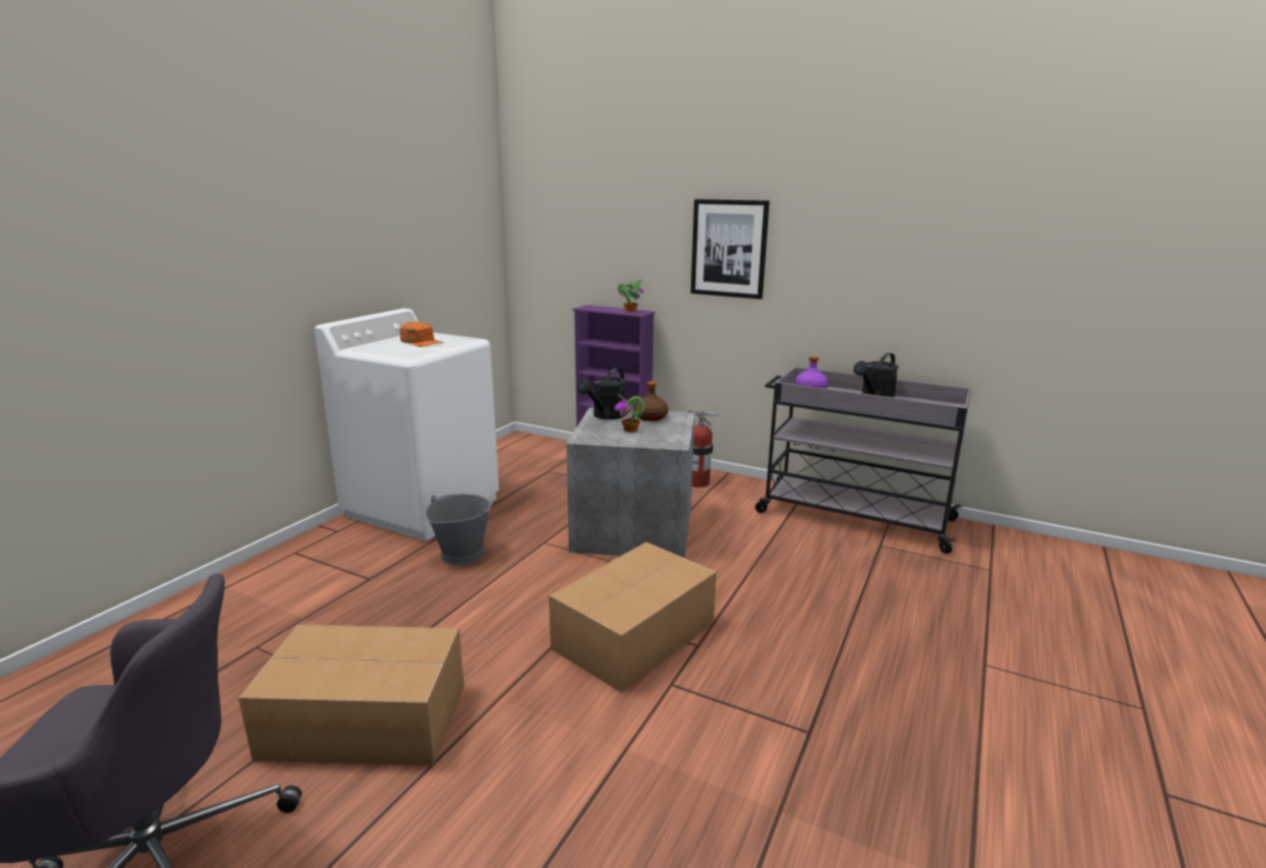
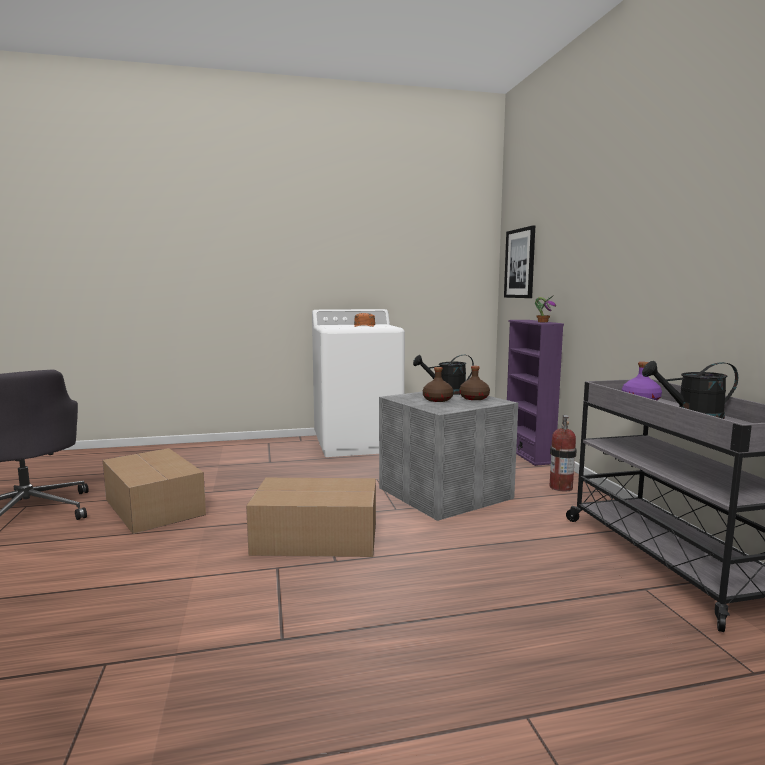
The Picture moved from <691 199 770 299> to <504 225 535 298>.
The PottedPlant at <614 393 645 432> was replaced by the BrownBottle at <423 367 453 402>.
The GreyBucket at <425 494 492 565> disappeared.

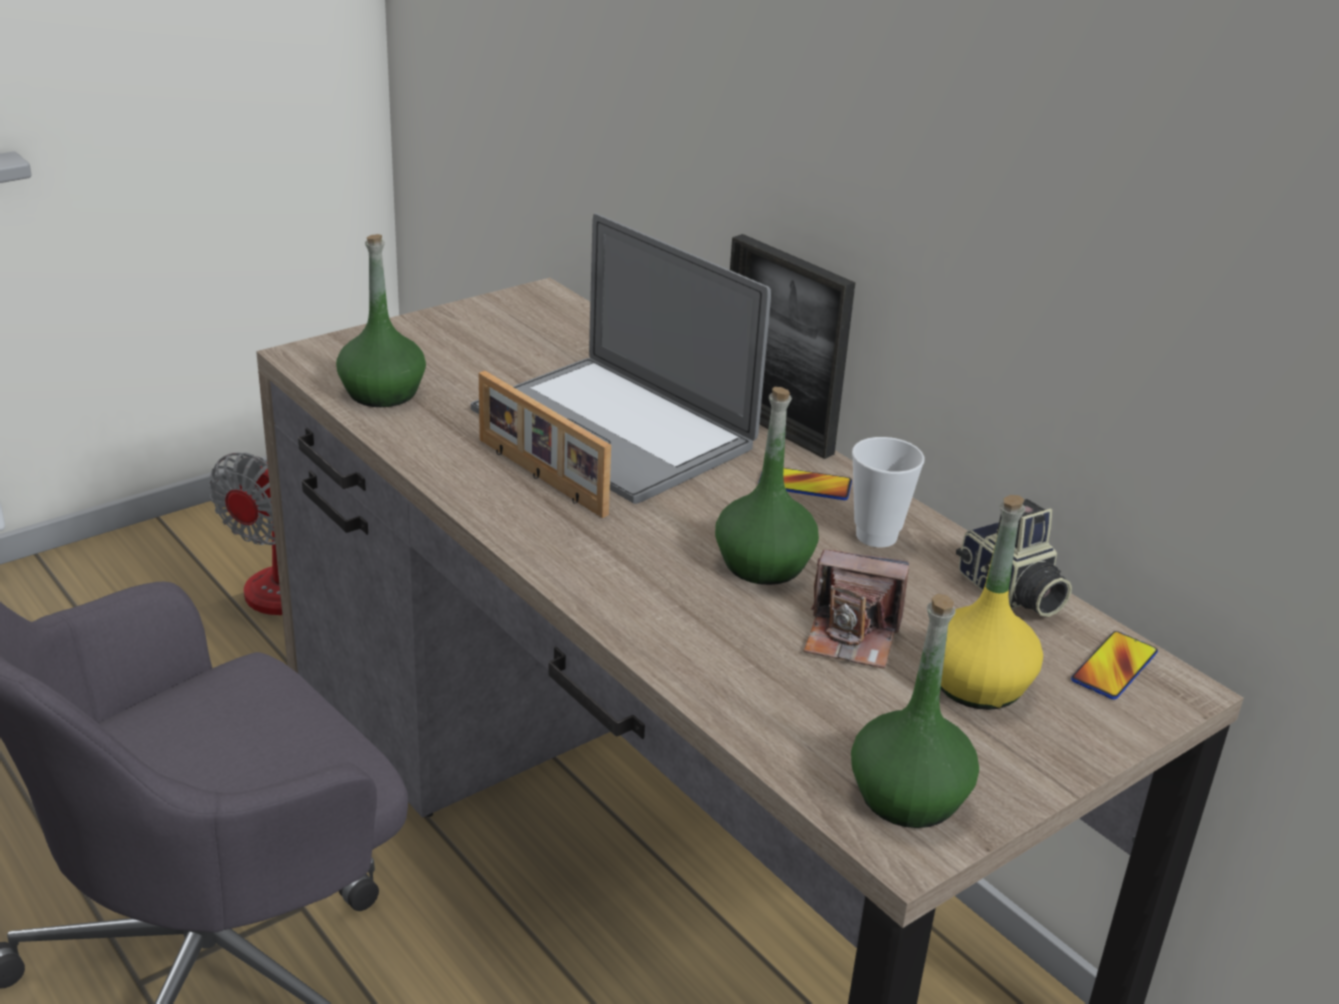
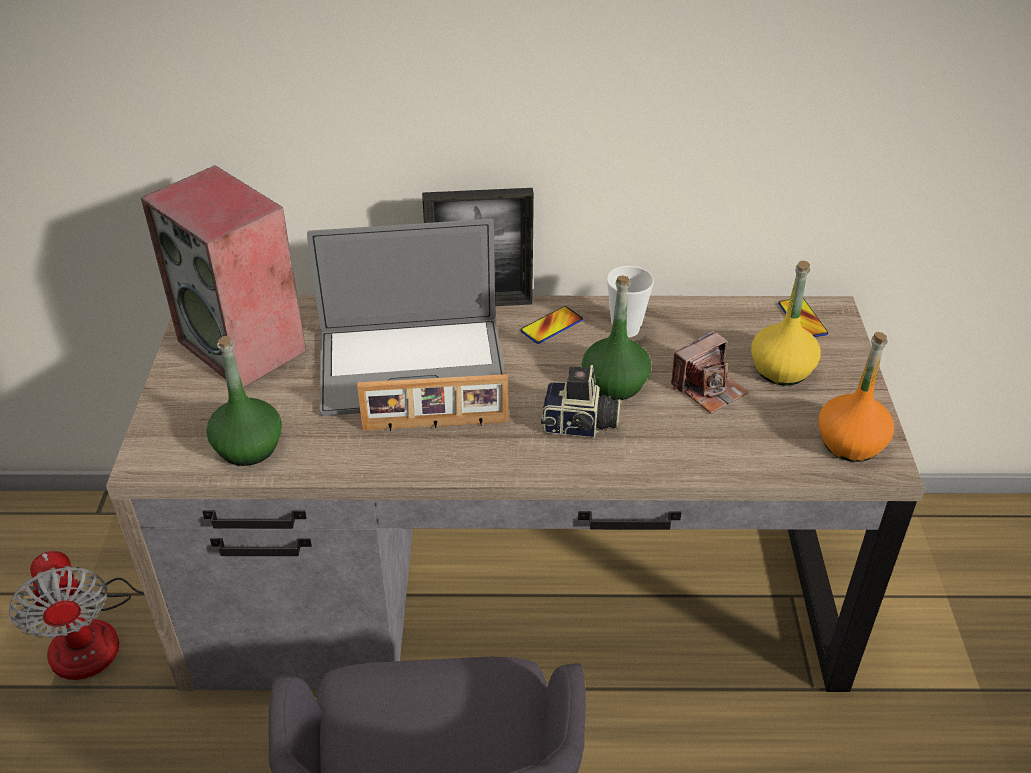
The PhotoCamera moved from <956 499 1072 617> to <541 365 621 438>.
The GreenBottle at <851 594 979 828> became the OrangeBottle at <819 332 894 462>.
The Speaker at <141 165 306 388> appeared.

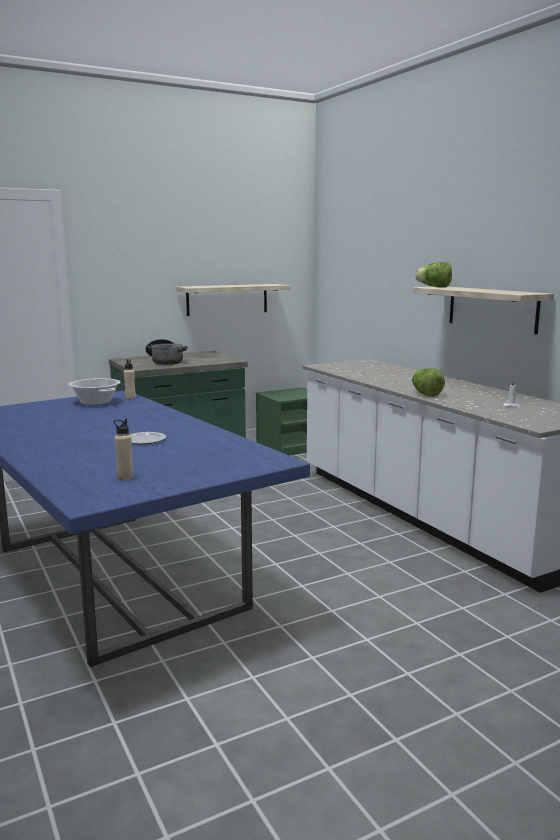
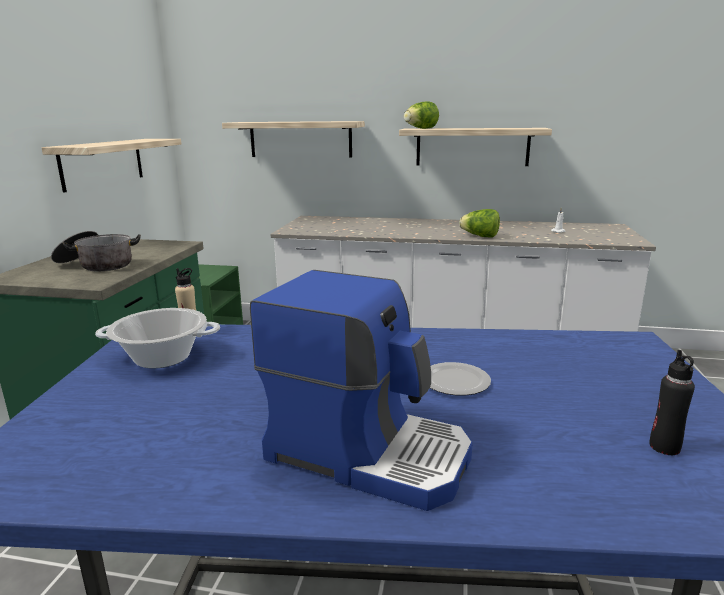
The BeigeBottle at <114 418 134 480> became the BlackBottle at <649 350 695 455>.
The Shelf at <222 121 365 158> appeared.
The CoffeeMachine at <250 270 472 511> appeared.

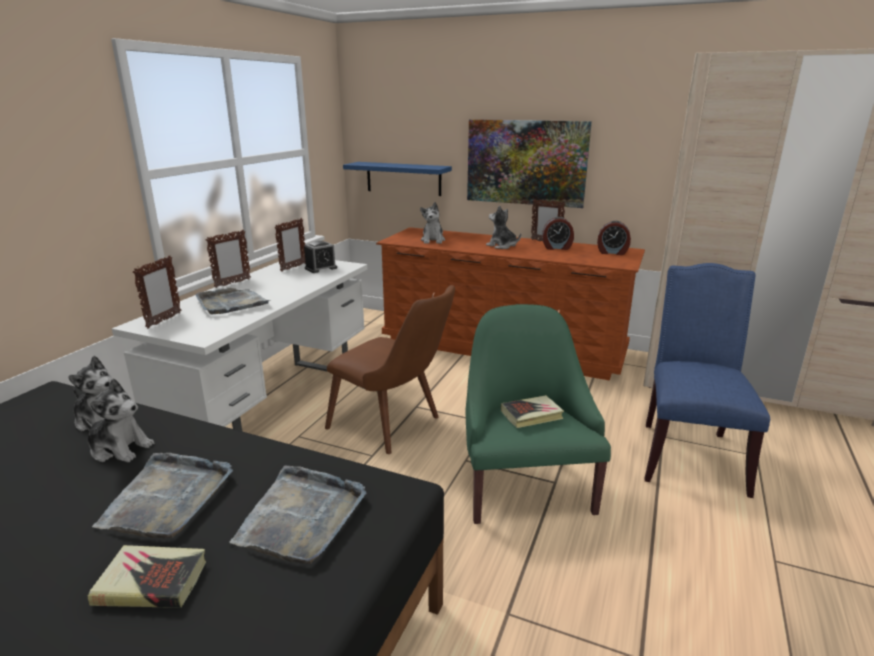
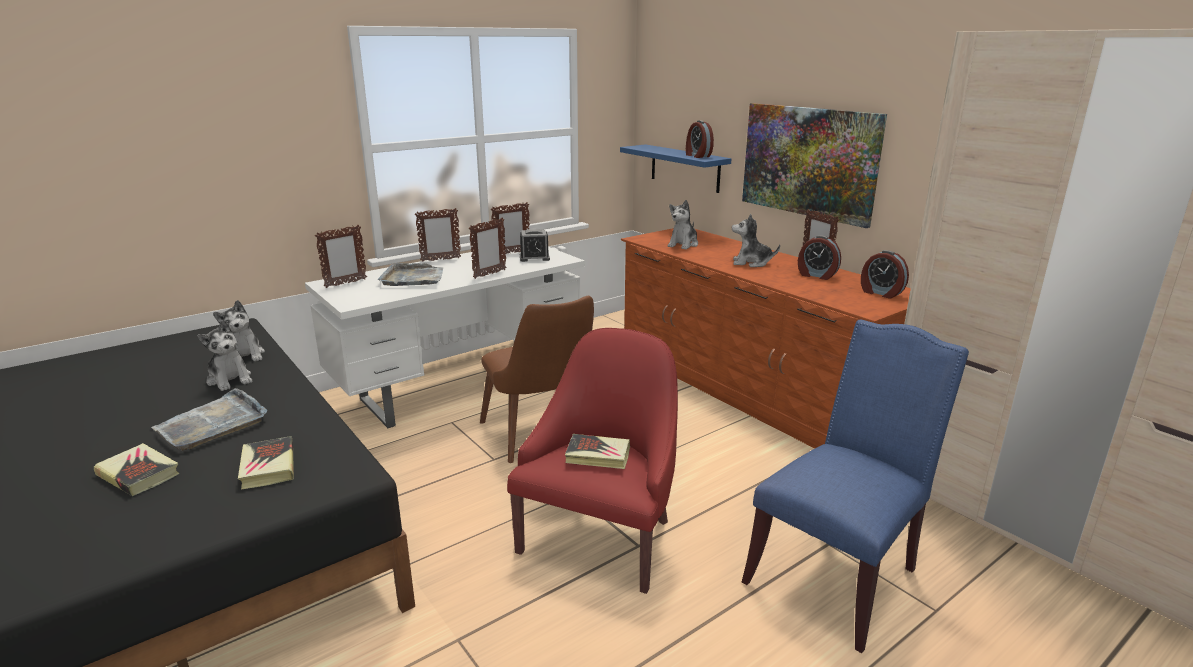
The PlushToy at <486 205 521 249> turned 60 degrees counterclockwise.
The GreenArmchair at <466 304 611 524> became the RedArmchair at <507 328 678 594>.
The GreyTray at <229 466 367 564> was replaced by the Book at <238 436 294 490>.
The AlarmClock at <686 120 714 158> appeared.
The PictureFrame at <469 217 507 279> appeared.

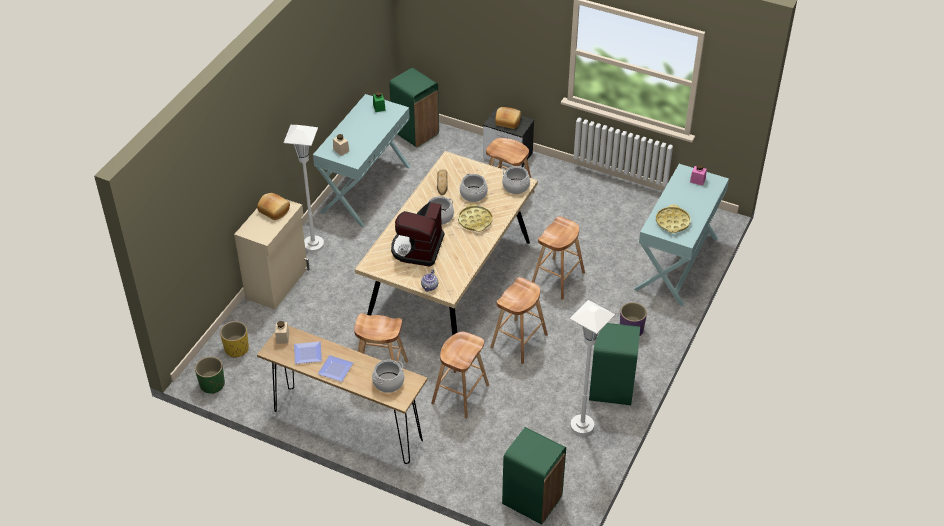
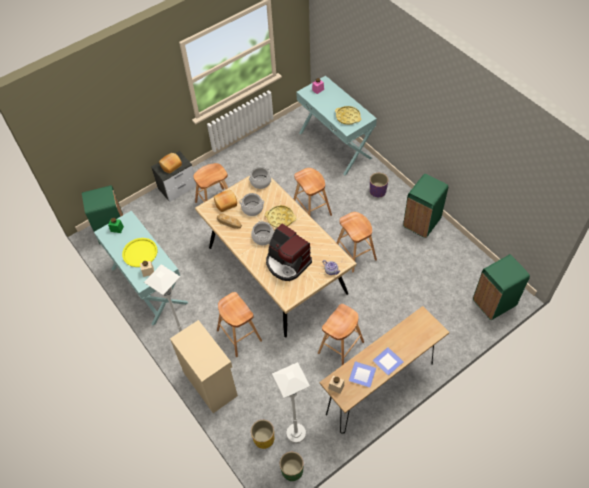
The Bread moved from <257 193 290 220> to <214 190 237 212>.
The WhiteFloorLamp moved from <570 300 615 436> to <272 362 310 443>.
The BrownStool moved from <431 332 489 418> to <217 292 262 357>.
The CookingPot at <372 360 404 393> disappeared.
The YellowTray at <122 238 157 267> appeared.

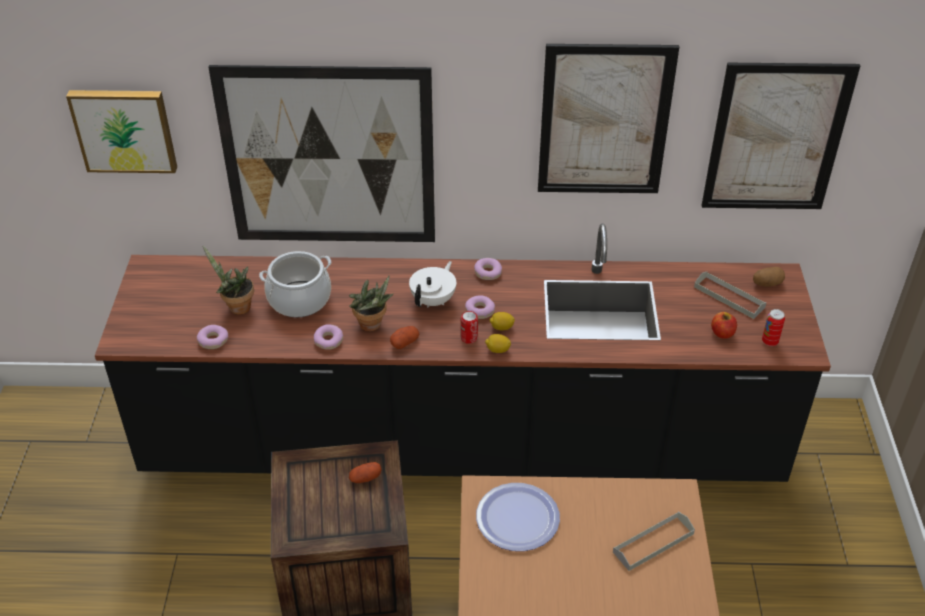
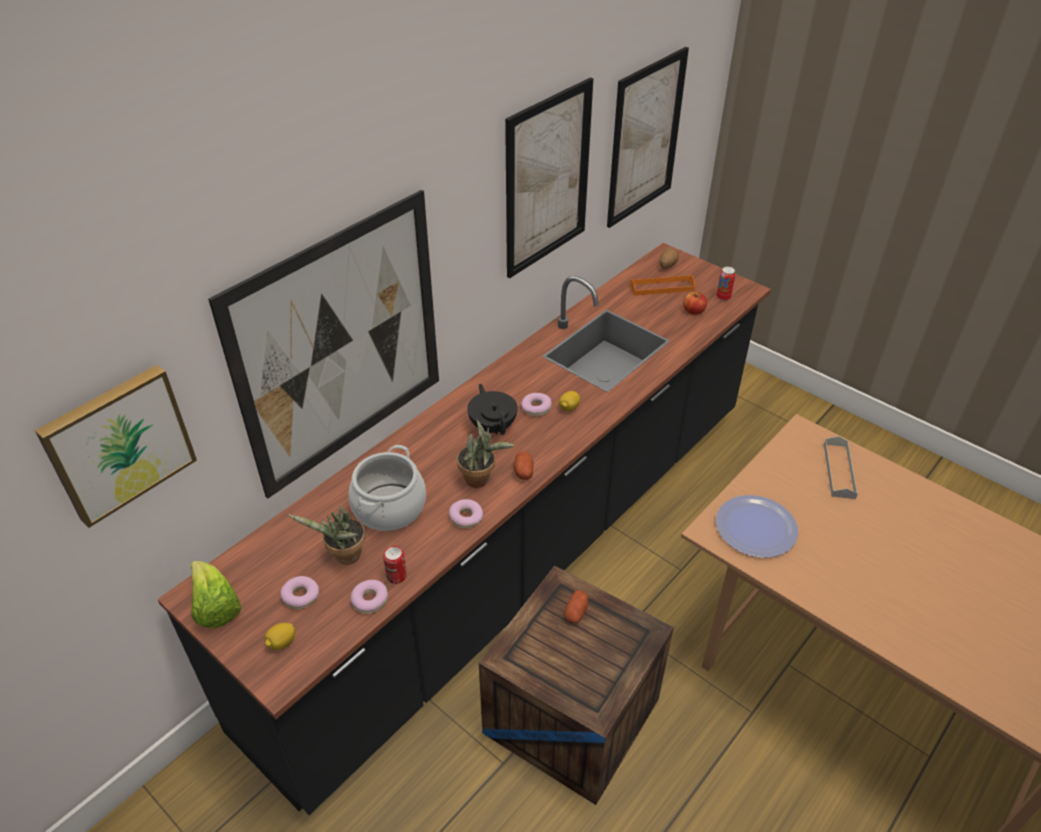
The Donut moved from <474 258 502 280> to <280 576 319 609>.
The WhiteTeapot at <409 261 456 307> became the BlackTeapot at <467 384 518 435>.
The GreyTray at <694 272 767 319> became the OrangeTray at <630 275 695 296>.
The Can moved from <461 311 478 344> to <383 546 407 584>.
The Lemon moved from <485 334 511 353> to <265 623 295 650>.
The Lettuce at <190 561 241 628> appeared.

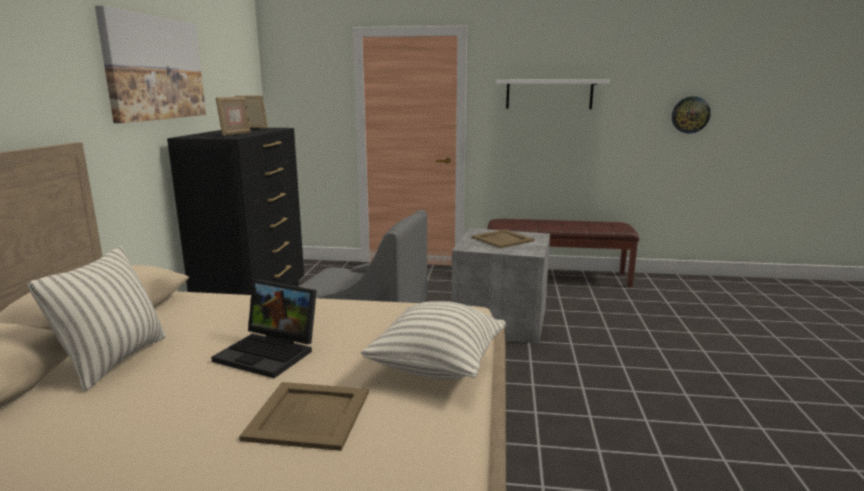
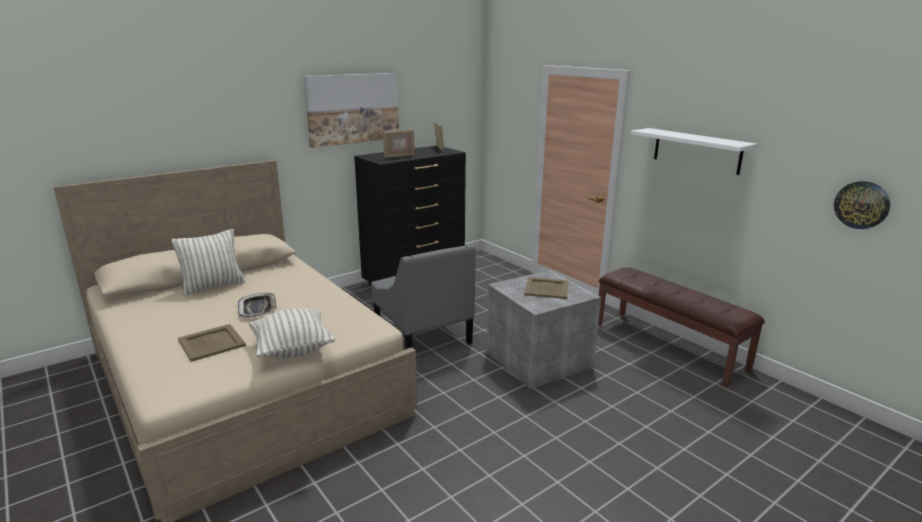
The Laptop at <211 279 317 378> was replaced by the Tray at <238 293 277 318>.

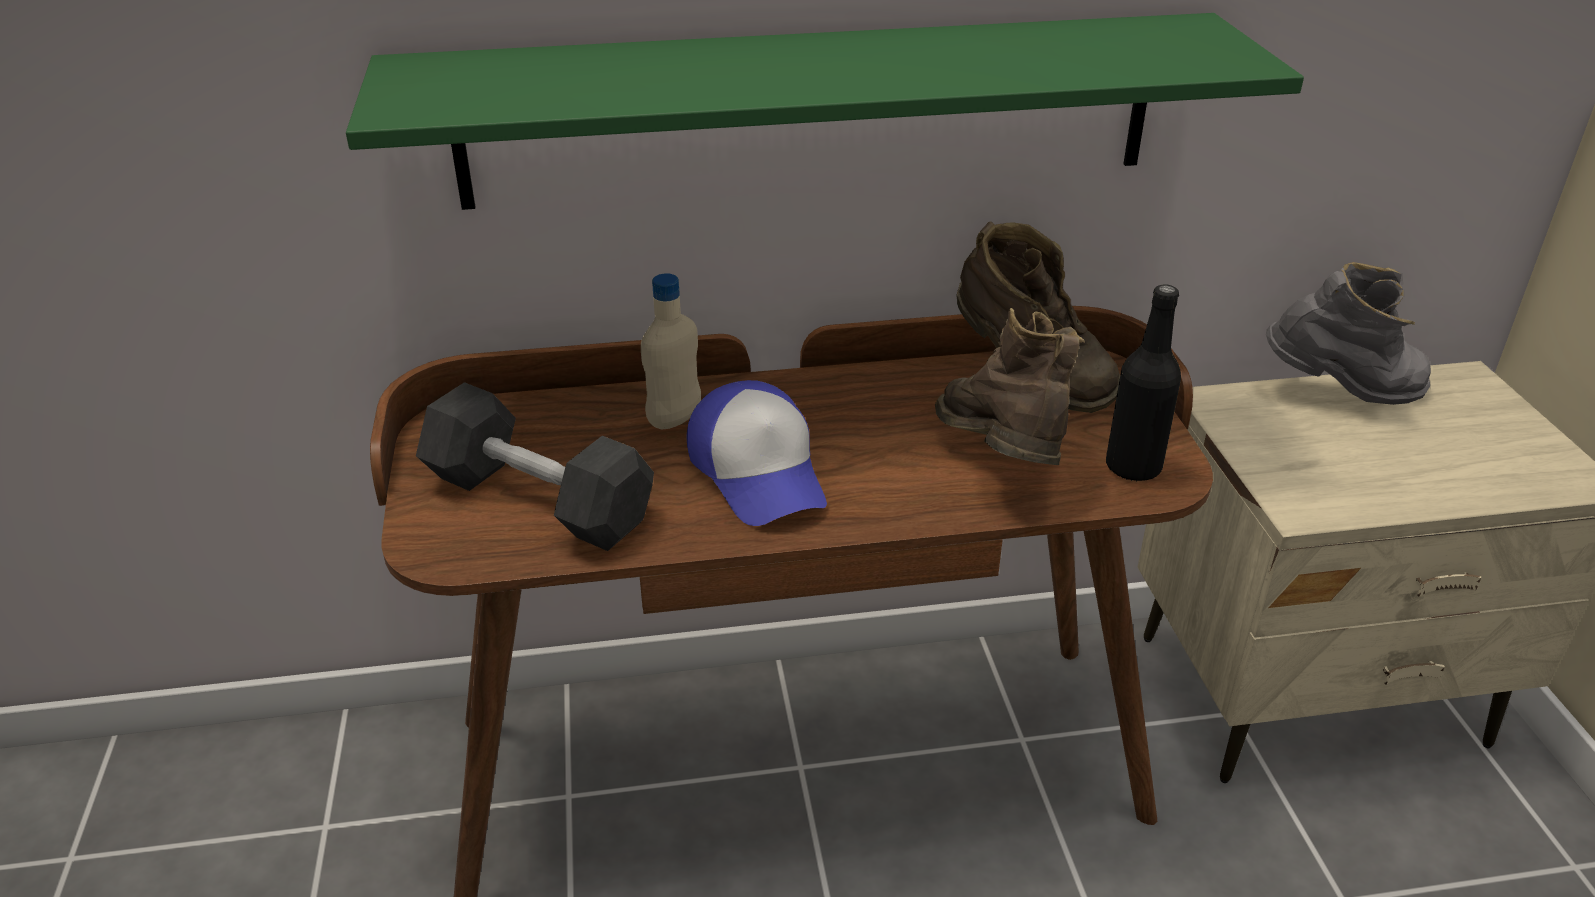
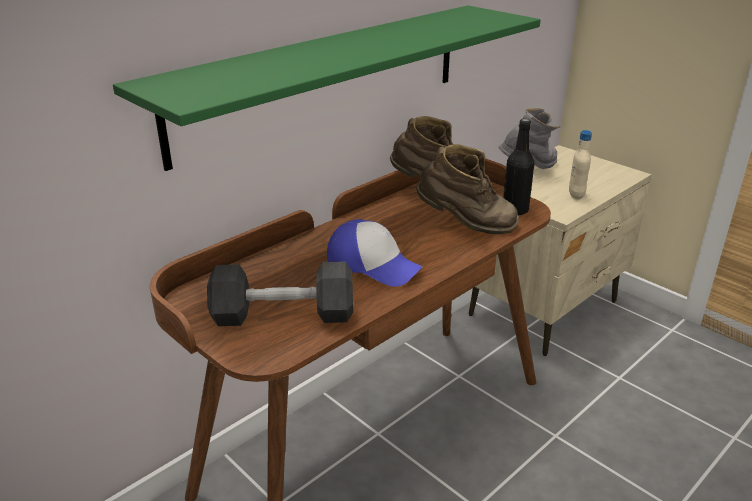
The BeigeBottle moved from <641 273 701 429> to <569 130 592 200>.
The BrownBoot at <935 308 1085 465> turned 150 degrees clockwise.

